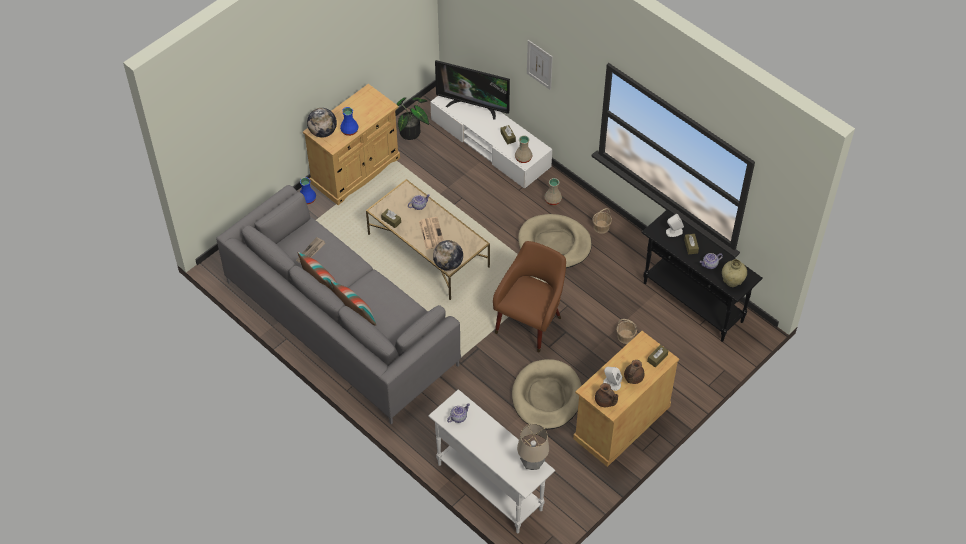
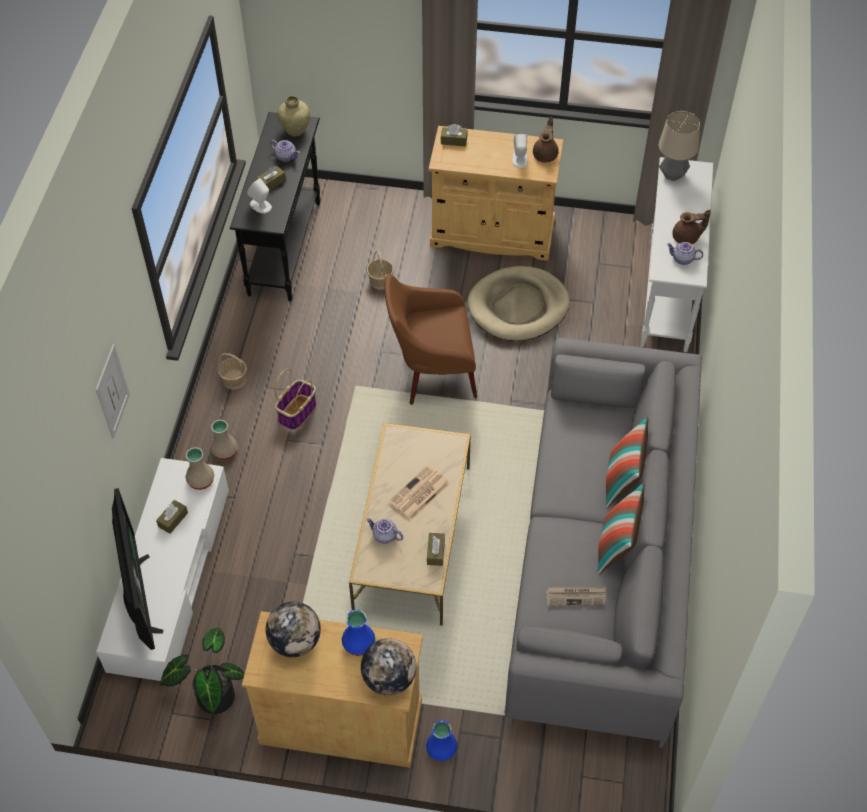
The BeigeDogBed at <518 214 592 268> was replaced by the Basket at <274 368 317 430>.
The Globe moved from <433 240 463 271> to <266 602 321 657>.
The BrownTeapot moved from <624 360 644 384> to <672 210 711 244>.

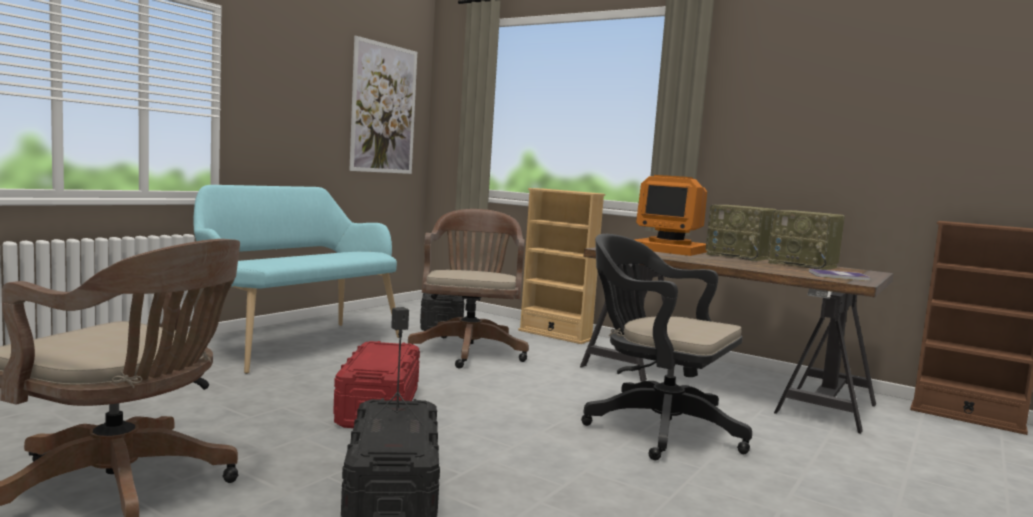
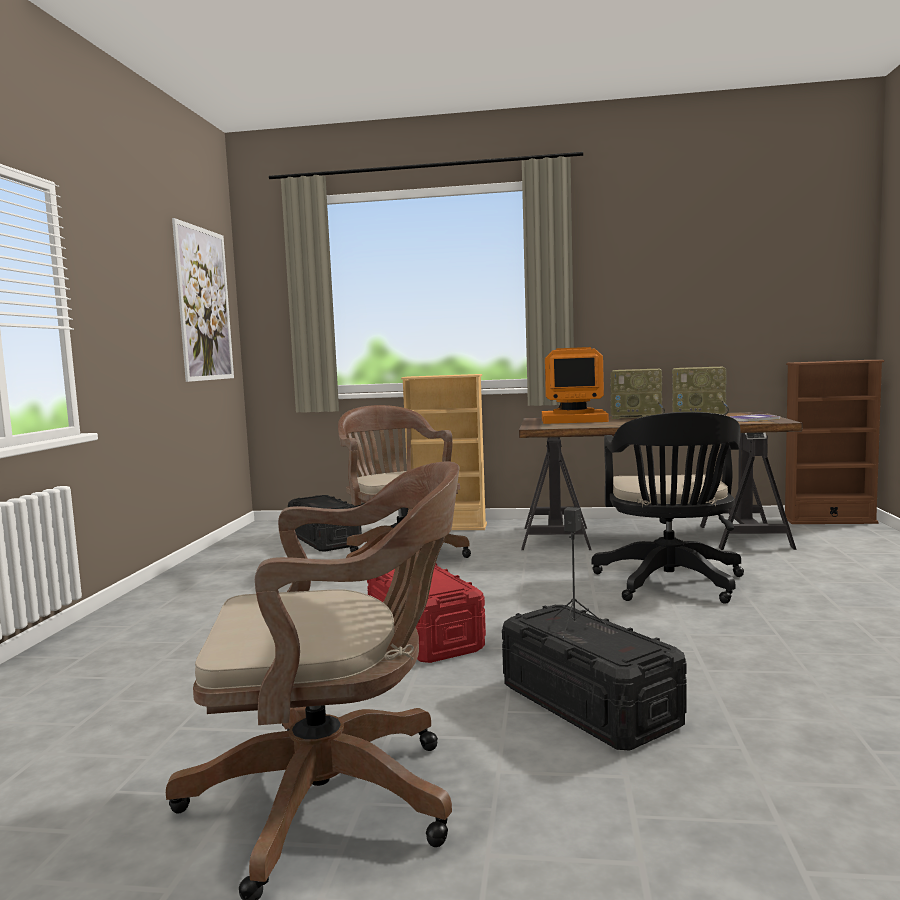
The TurquoiseBench at <194 185 399 374> disappeared.
The BlackOfficeChair at <581 234 752 460> turned 90 degrees counterclockwise.

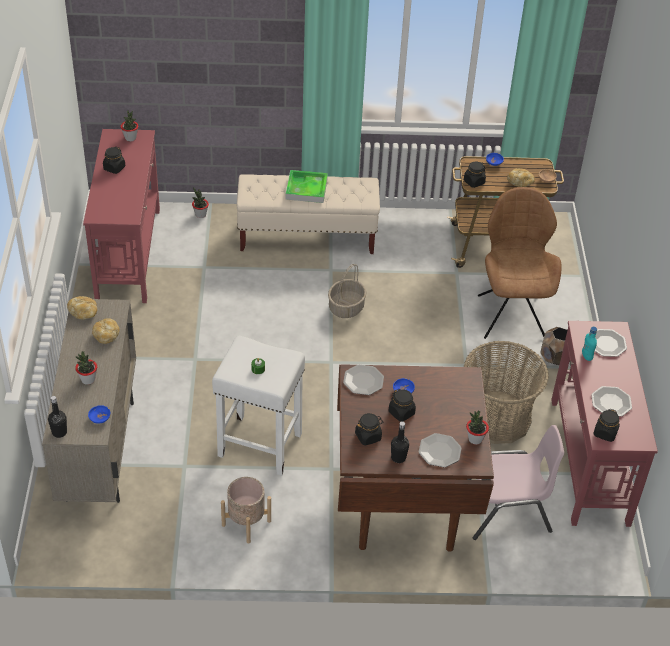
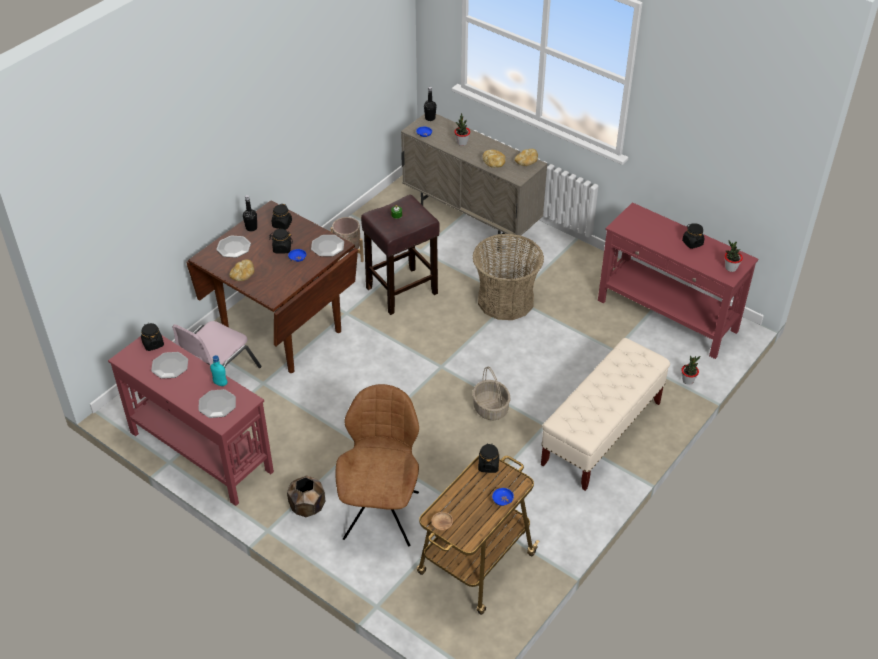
The Bread moved from <507 168 535 187> to <229 259 254 281>.
The Tray at <285 170 328 203> disappeared.
The BrownChair at <478 187 562 339> turned 120 degrees counterclockwise.
The WhiteStool at <212 336 305 476> became the BrownStool at <361 195 440 315>.
The Basket moved from <464 341 549 444> to <472 233 544 320>.
The PottedPlant at <466 411 489 445> disappeared.

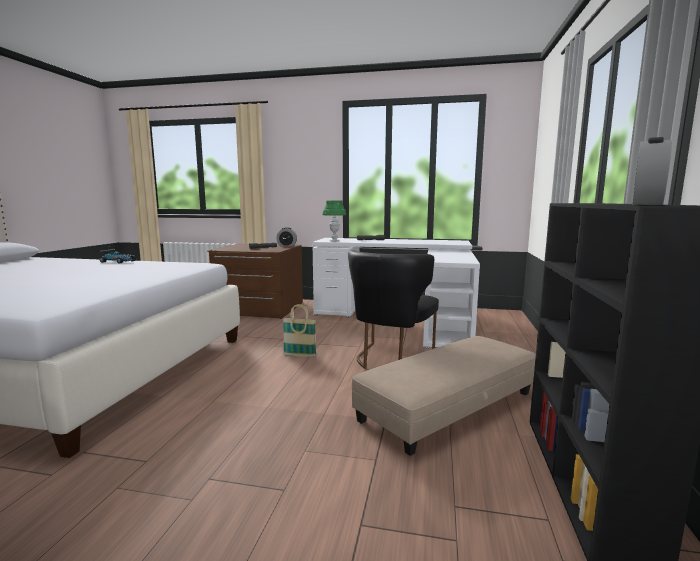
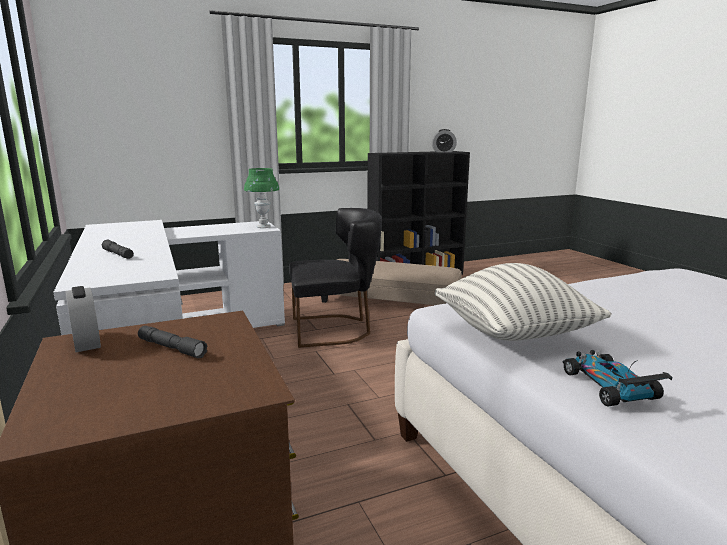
The GreenTableLamp moved from <322 200 346 242> to <244 168 279 228>.
The Basket at <283 304 317 357> disappeared.
The Pillow at <435 263 612 341> appeared.

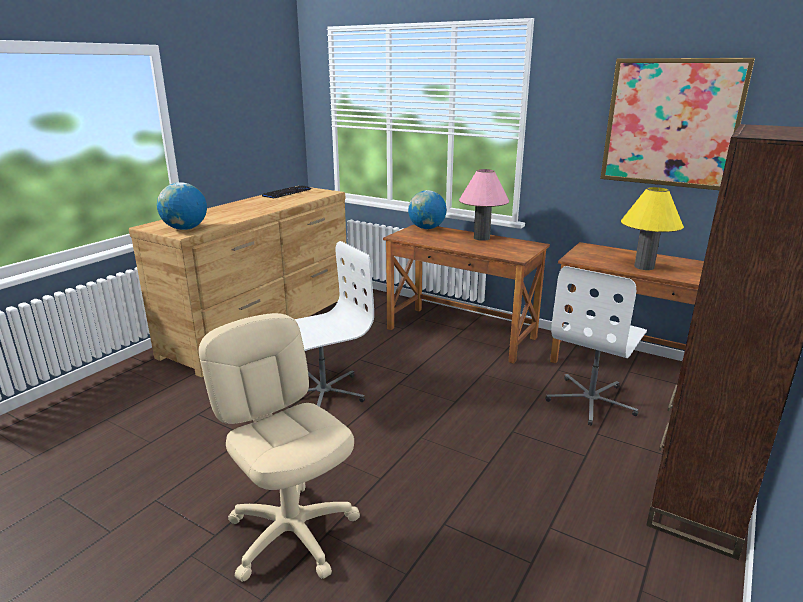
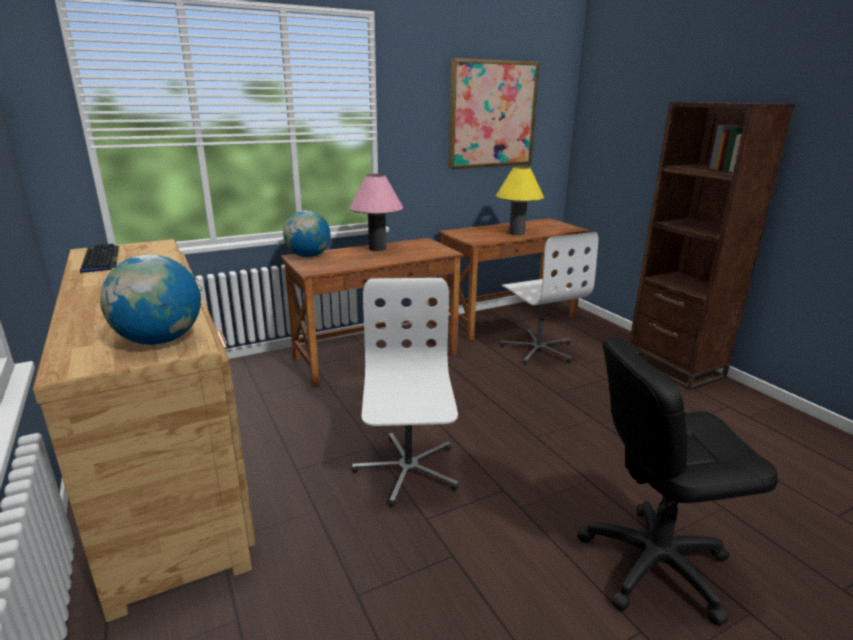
The BeigeOfficeChair at <199 313 360 582> became the BlackOfficeChair at <577 337 778 626>.

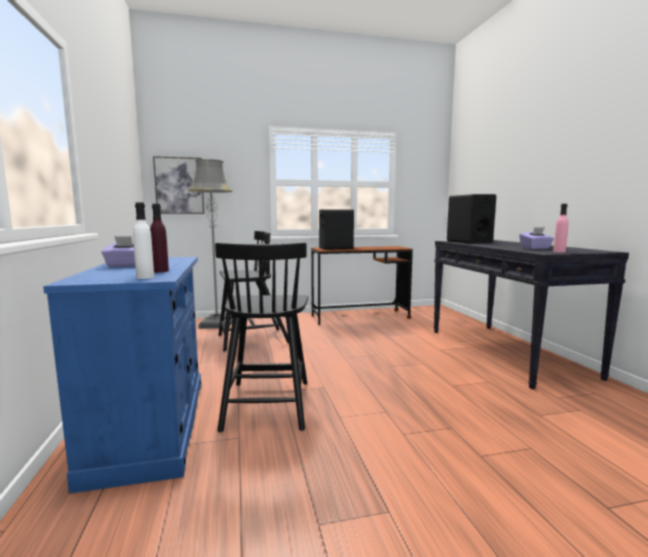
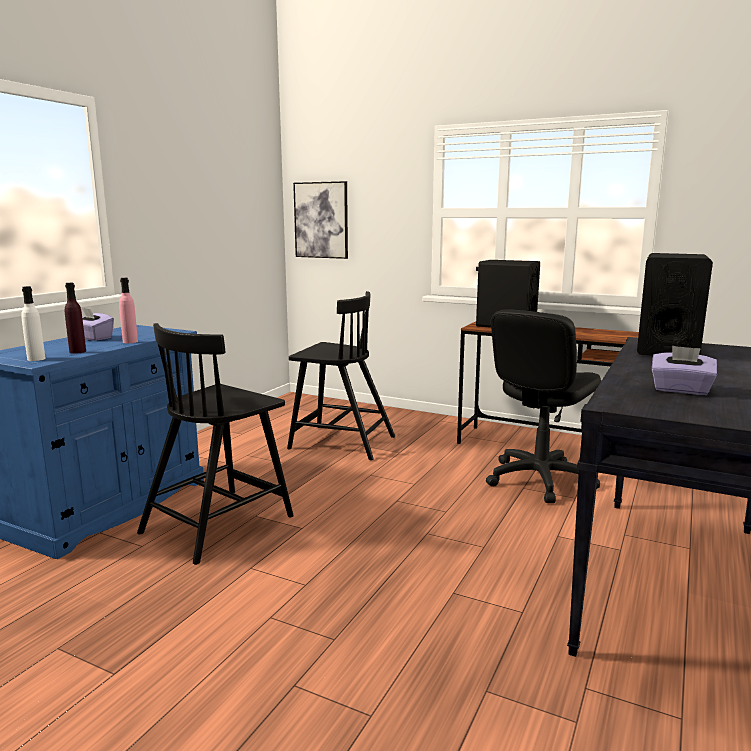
The GreyFloorLamp at <188 159 233 329> disappeared.
The PinkBottle moved from <553 204 568 253> to <119 278 138 343>.
The BlackOfficeChair at <486 309 601 503> appeared.

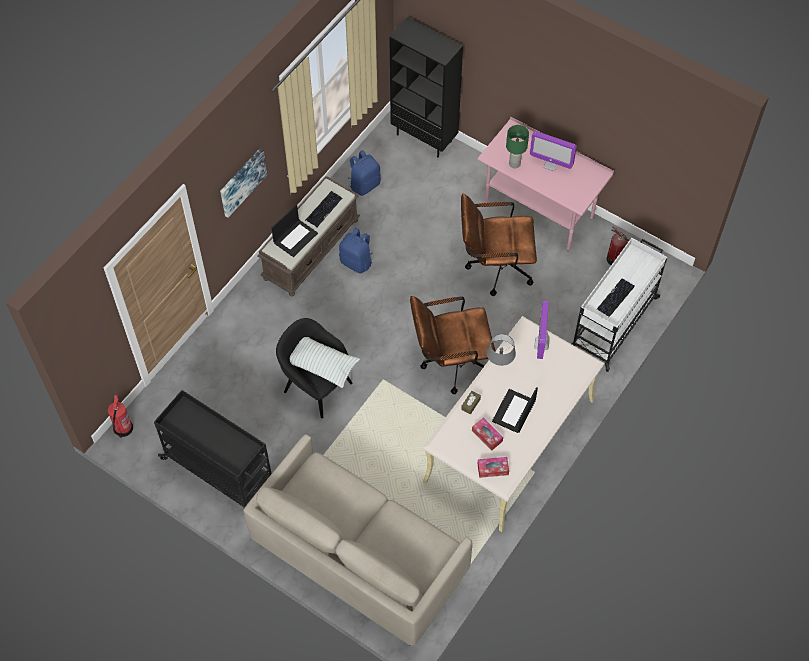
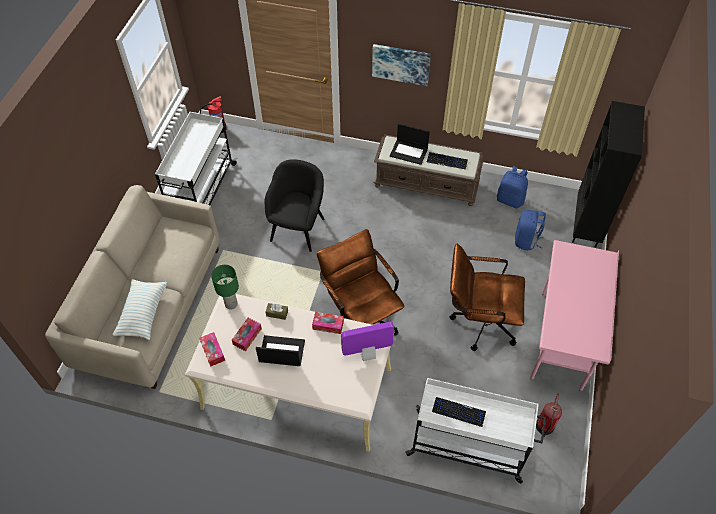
The GreenTableLamp moved from <506 125 529 168> to <211 265 239 310>.
The Monitor at <530 131 577 172> disappeared.
The BrownOfficeChair at <461 194 537 296> turned 60 degrees counterclockwise.
The BlueBackpack moved from <339 228 373 273> to <515 210 546 250>.
The GreyTableLamp at <487 334 516 366> was replaced by the TissueBox at <312 312 344 334>.
The Pillow moved from <290 337 360 388> to <112 279 167 340>.
The BlackCart at <154 390 272 508> became the WhiteCart at <155 112 237 205>.

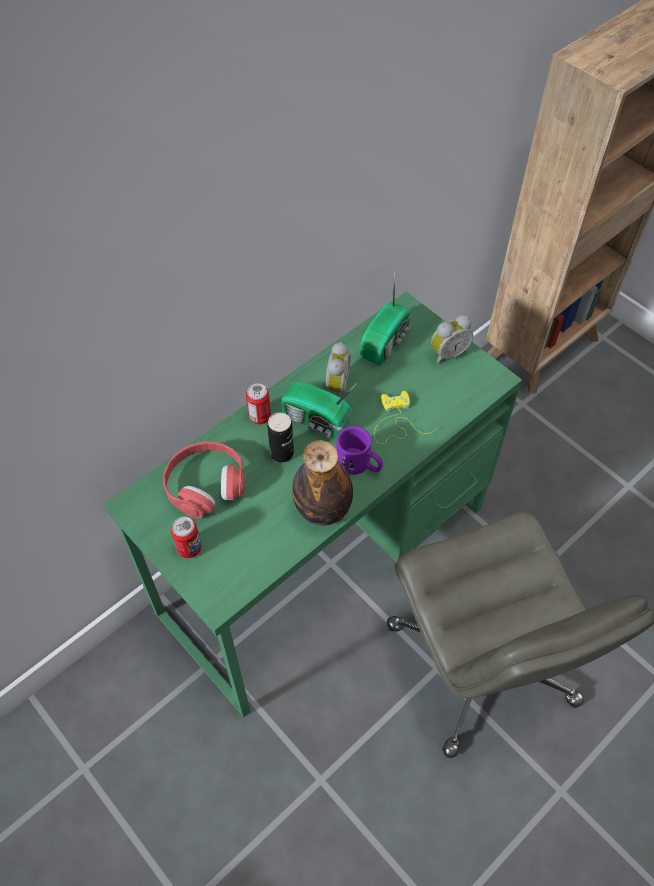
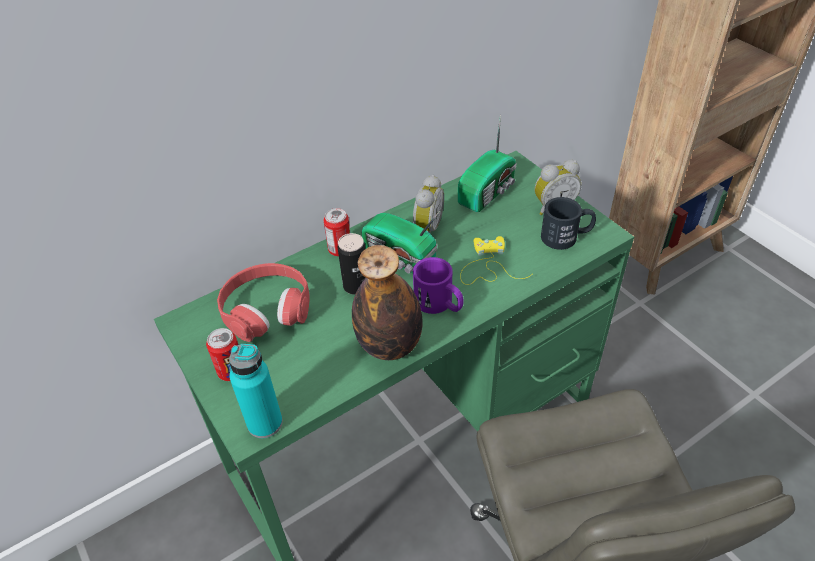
The BlackMug at <541 197 596 250> appeared.
The TurquoiseBottle at <229 344 283 438> appeared.

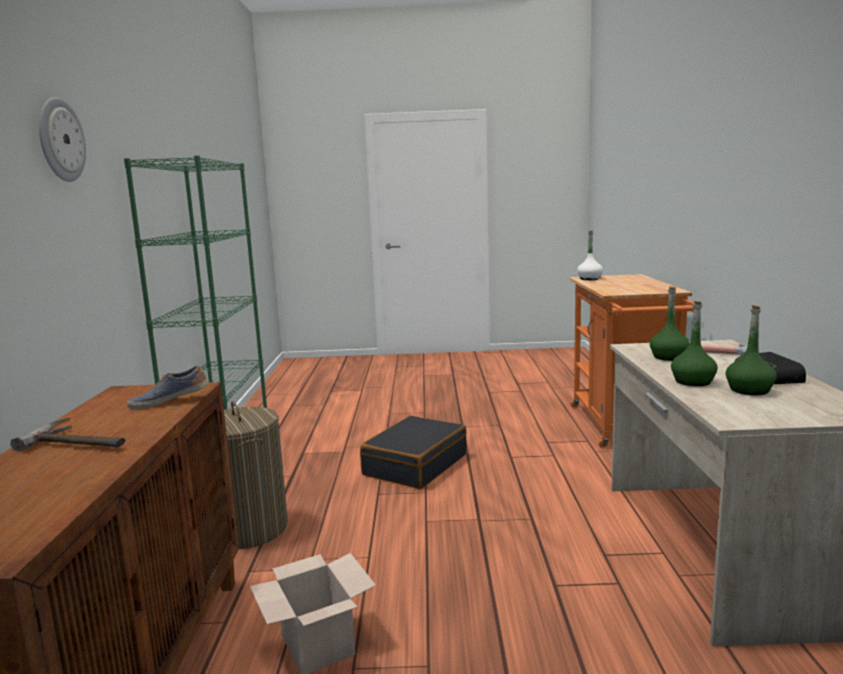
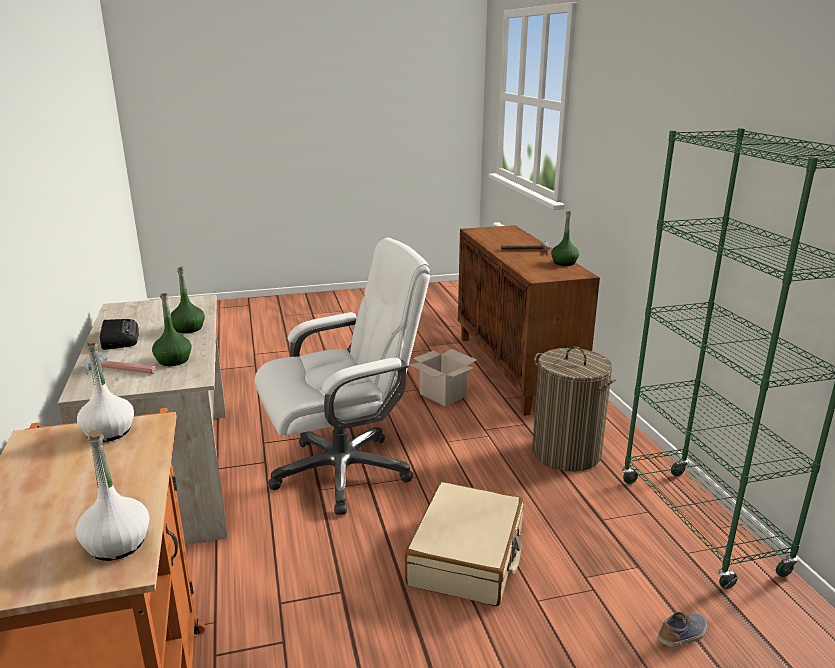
The WallClock at <39 97 86 182> disappeared.
The GreenBottle moved from <726 305 777 395> to <551 211 579 266>.
The Shoe moved from <127 365 208 409> to <658 612 707 647>.
The BlackSuitcase at <360 416 467 489> became the BeigeSuitcase at <405 482 523 606>.
The WhiteOfficeChair at <254 238 431 515> appeared.
The WhiteBottle at <77 339 134 442> appeared.

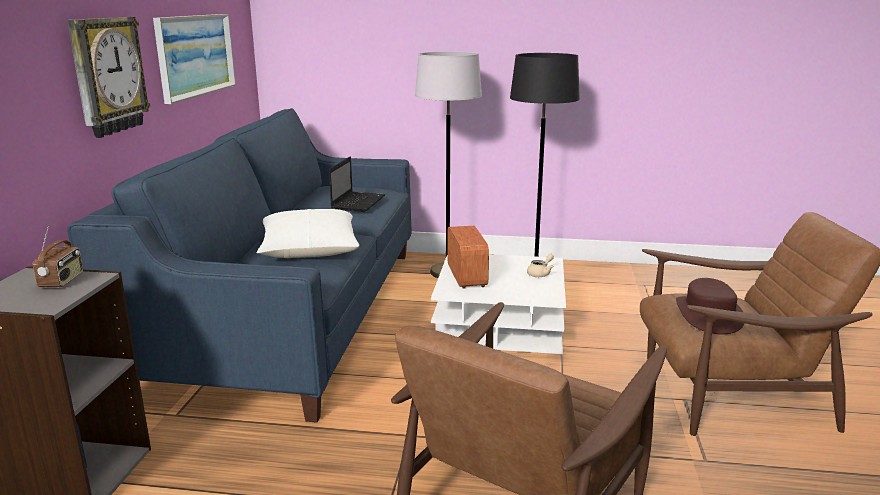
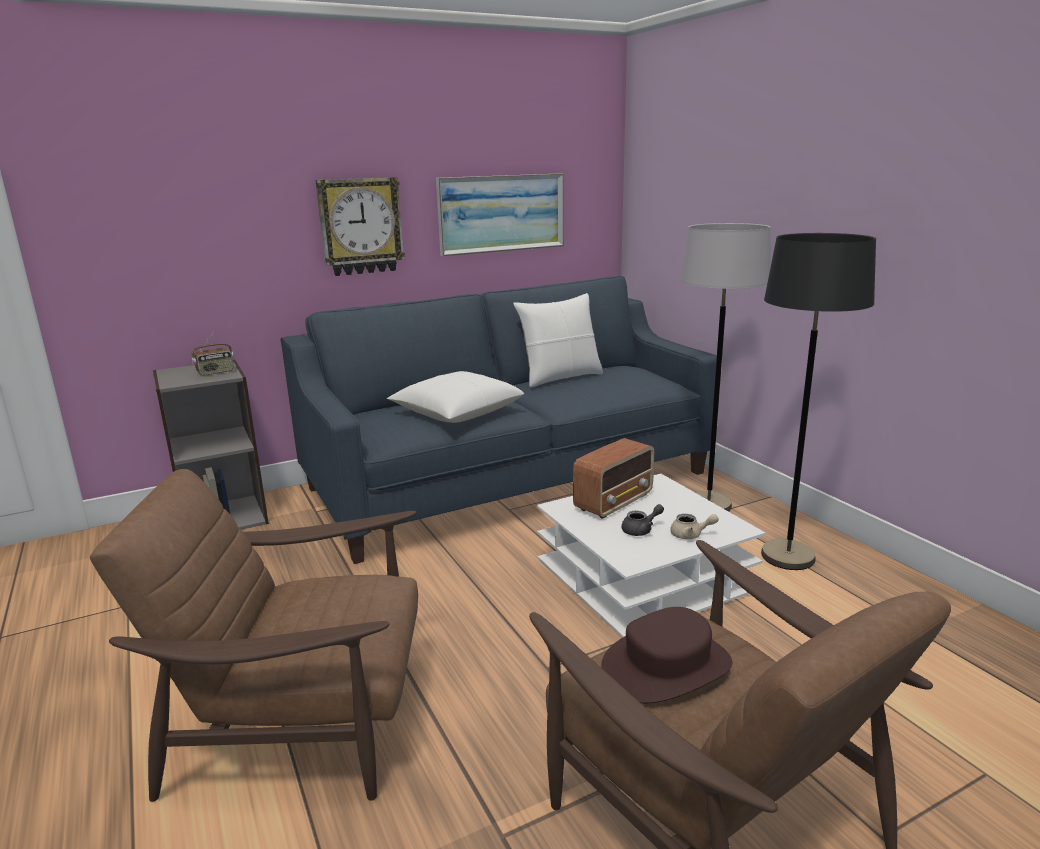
The Laptop at <329 157 385 212> disappeared.
The WhitePillow at <513 293 603 387> appeared.
The GreyTeapot at <621 504 664 536> appeared.

